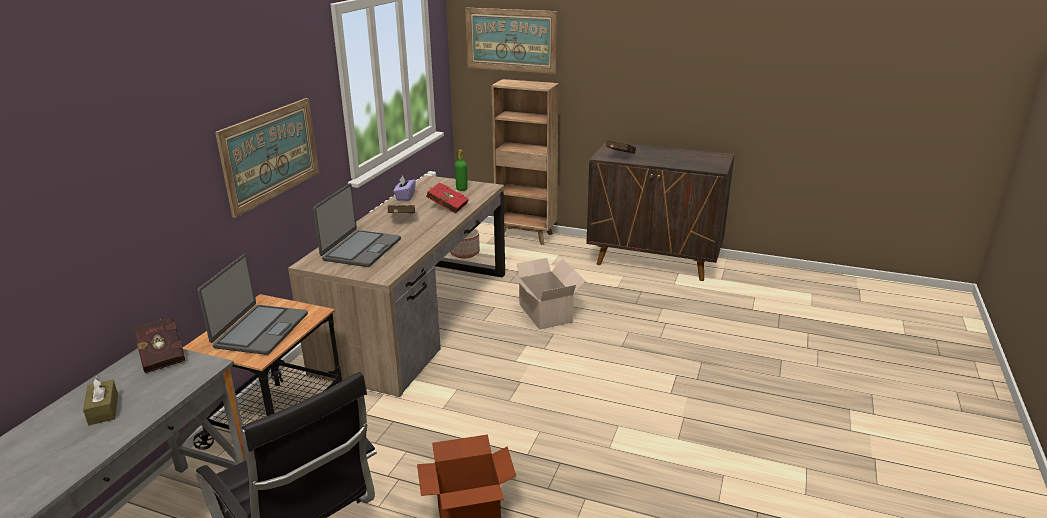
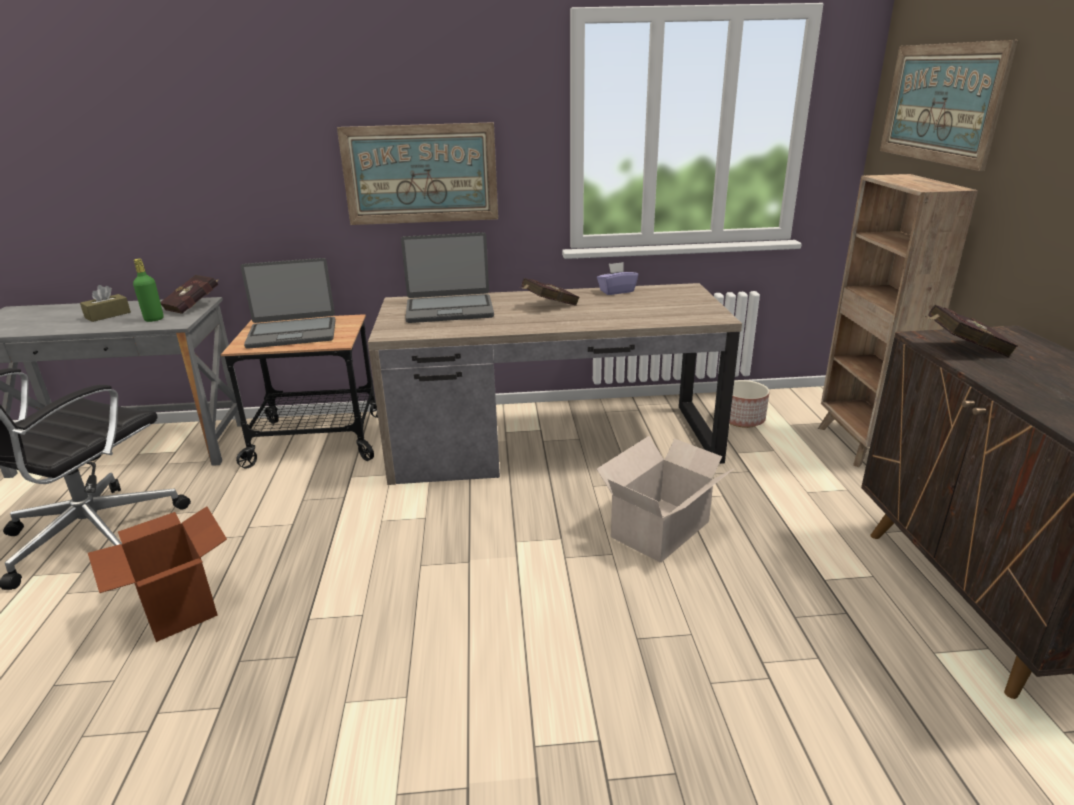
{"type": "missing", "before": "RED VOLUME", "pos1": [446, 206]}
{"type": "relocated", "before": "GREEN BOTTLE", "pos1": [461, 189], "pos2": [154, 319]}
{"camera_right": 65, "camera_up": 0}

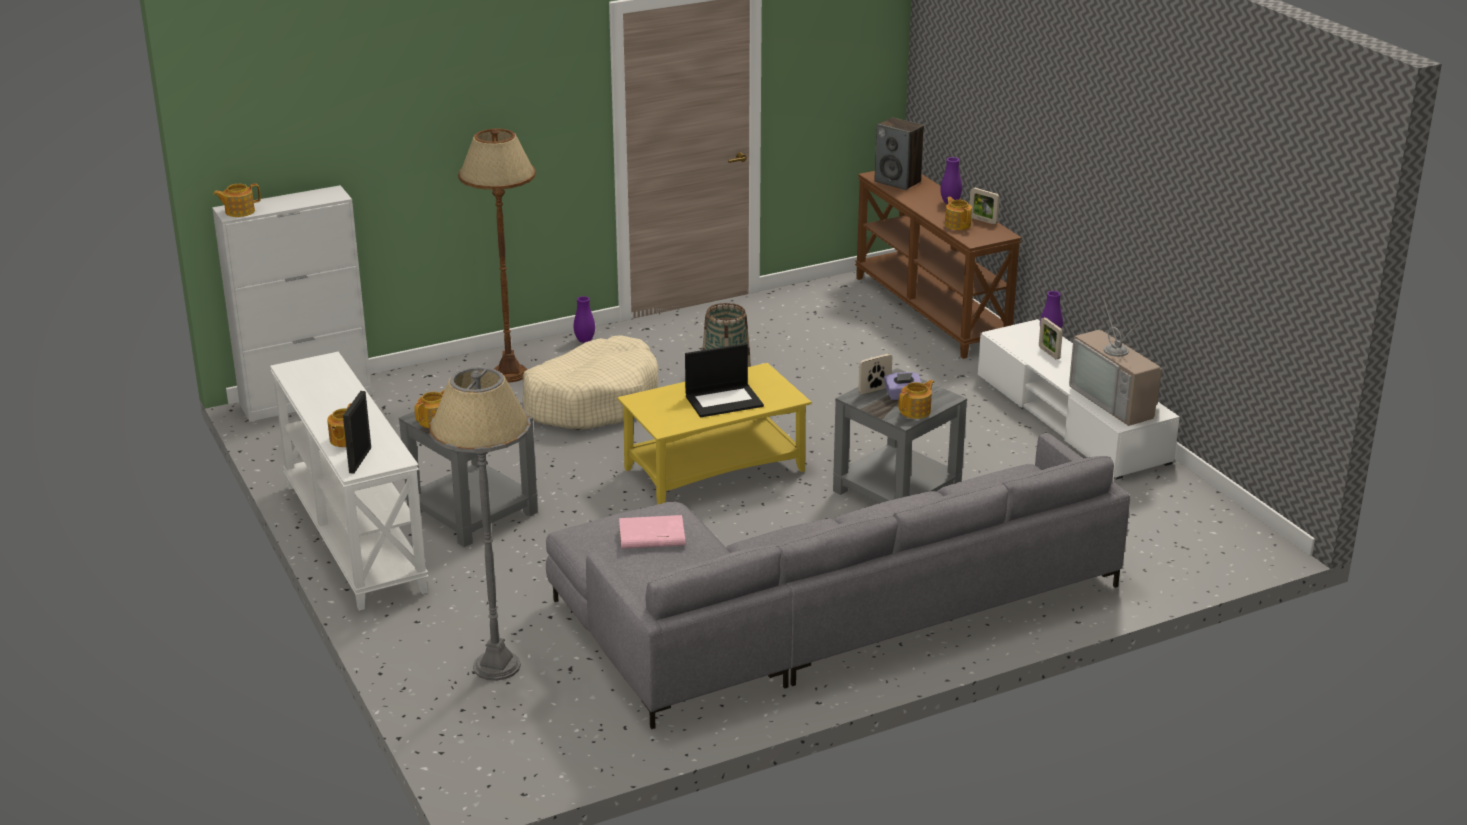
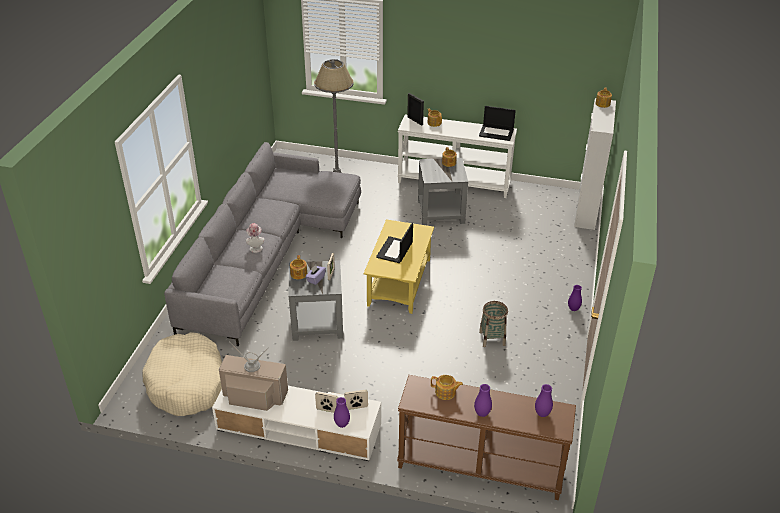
{"type": "missing", "before": "BROWN STANDARD LAMP", "pos1": [509, 373]}
{"type": "relocated", "before": "BEIGE-COLOURED PET BED", "pos1": [592, 400], "pos2": [187, 383]}
{"type": "missing", "before": "PINKISH VOLUME", "pos1": [651, 536]}
{"type": "exchanged", "before": "AUDIO SPEAKER", "after": "PURPLE FLOWER VASE", "pos1": [898, 182], "pos2": [542, 414]}
{"type": "relocated", "before": "PICTURE FRAME", "pos1": [983, 220], "pos2": [356, 407]}
{"type": "appeared", "after": "HAT", "pos2": [255, 247]}
{"type": "appeared", "after": "NOTEBOOK COMPUTER", "pos2": [496, 133]}
{"camera_right": 130, "camera_up": 10}

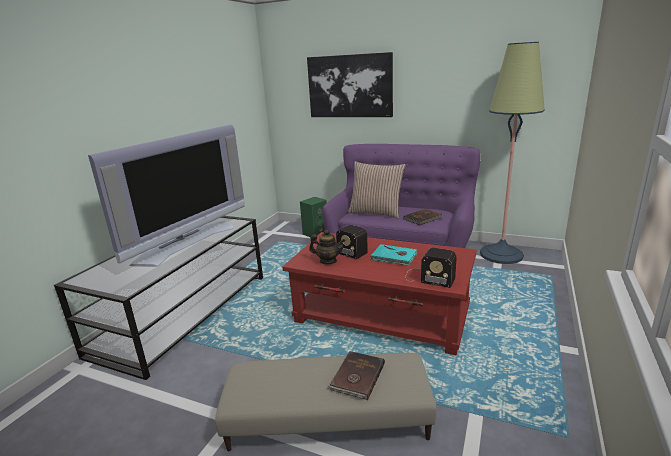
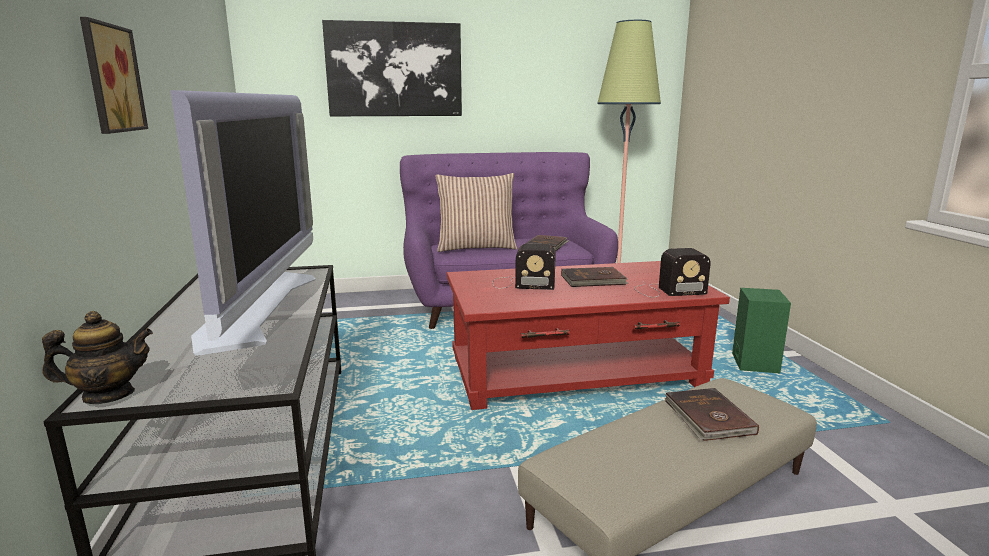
{"type": "relocated", "before": "GREEN AUDIO SPEAKER", "pos1": [315, 233], "pos2": [753, 363]}
{"type": "relocated", "before": "TEA POT", "pos1": [328, 261], "pos2": [108, 395]}
{"type": "colour", "before": "BLUE-GREEN VOLUME", "after": "BROWN VOLUME", "pos1": [394, 257], "pos2": [593, 280]}
{"type": "appeared", "after": "PICTURE", "pos2": [109, 78]}
{"camera_right": -35, "camera_up": -5}

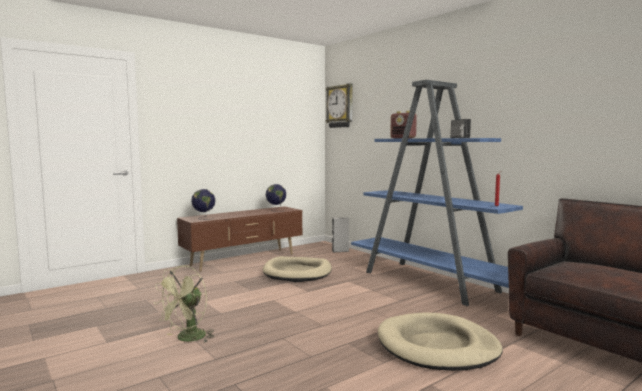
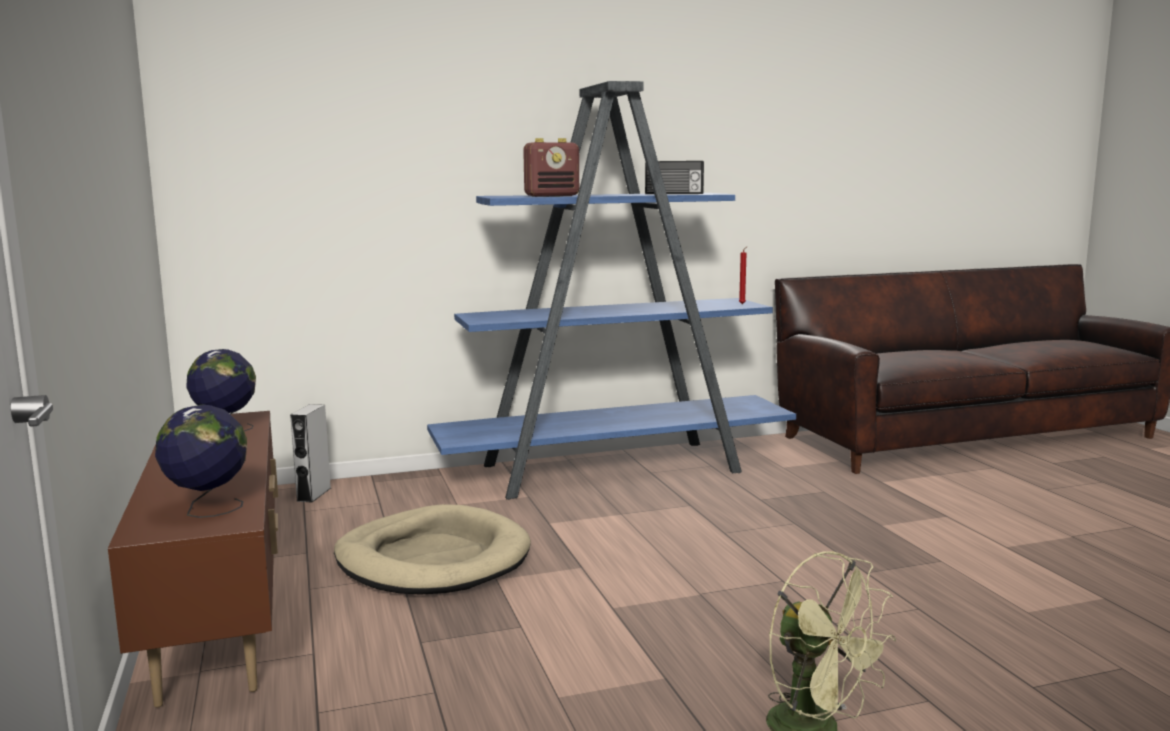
{"type": "missing", "before": "CLOCK ON THE WALL", "pos1": [340, 106]}
{"type": "missing", "before": "BEIGE-COLOURED PET BED", "pos1": [437, 346]}
{"camera_right": -70, "camera_up": 5}

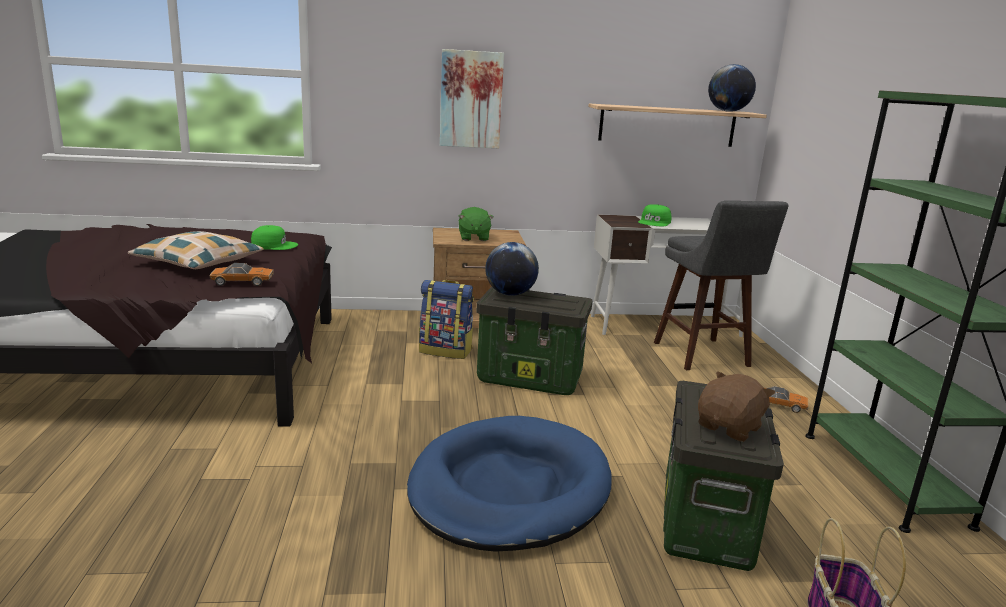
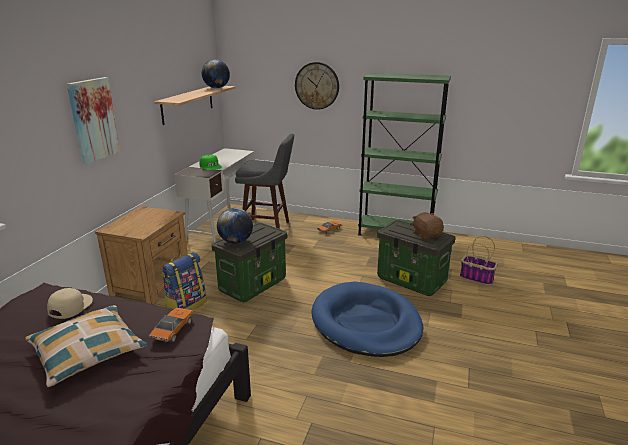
{"type": "colour", "before": "GREEN PEAKED CAP", "after": "BEIGE-COLOURED PEAKED CAP", "pos1": [274, 245], "pos2": [70, 306]}
{"type": "missing", "before": "GREEN CUDDLY TOY", "pos1": [473, 238]}
{"type": "appeared", "after": "CLOCK ON THE WALL", "pos2": [317, 86]}
{"camera_right": -65, "camera_up": 5}

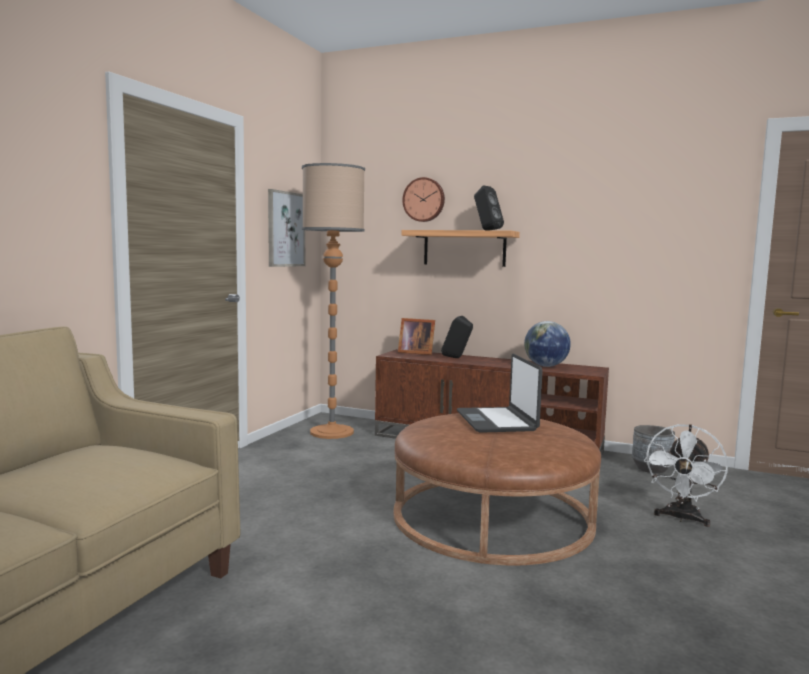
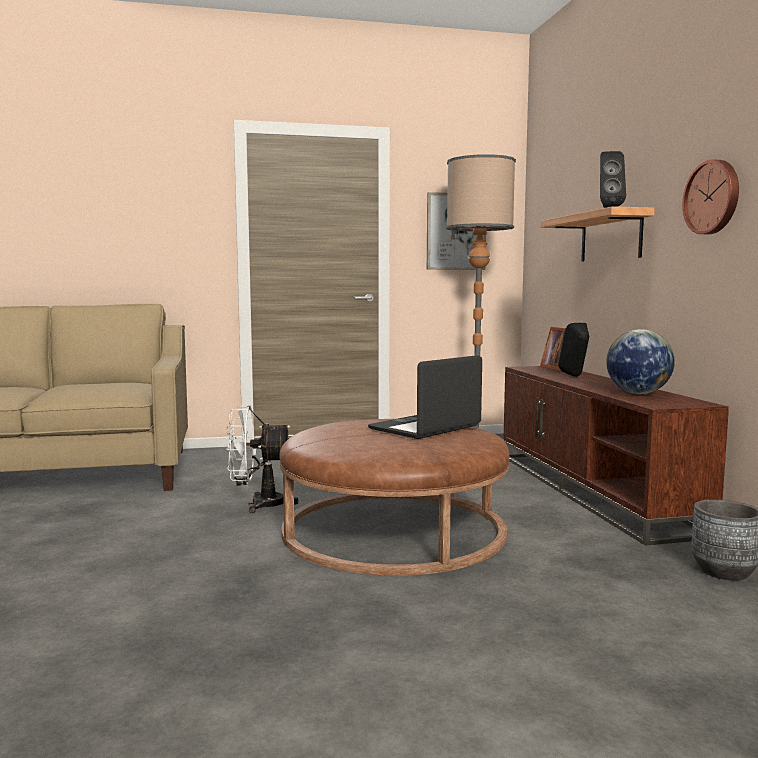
{"type": "relocated", "before": "CLOCK ON THE WALL", "pos1": [424, 200], "pos2": [713, 197]}
{"type": "relocated", "before": "WHITE FAN", "pos1": [681, 518], "pos2": [258, 504]}
{"camera_right": 55, "camera_up": 0}

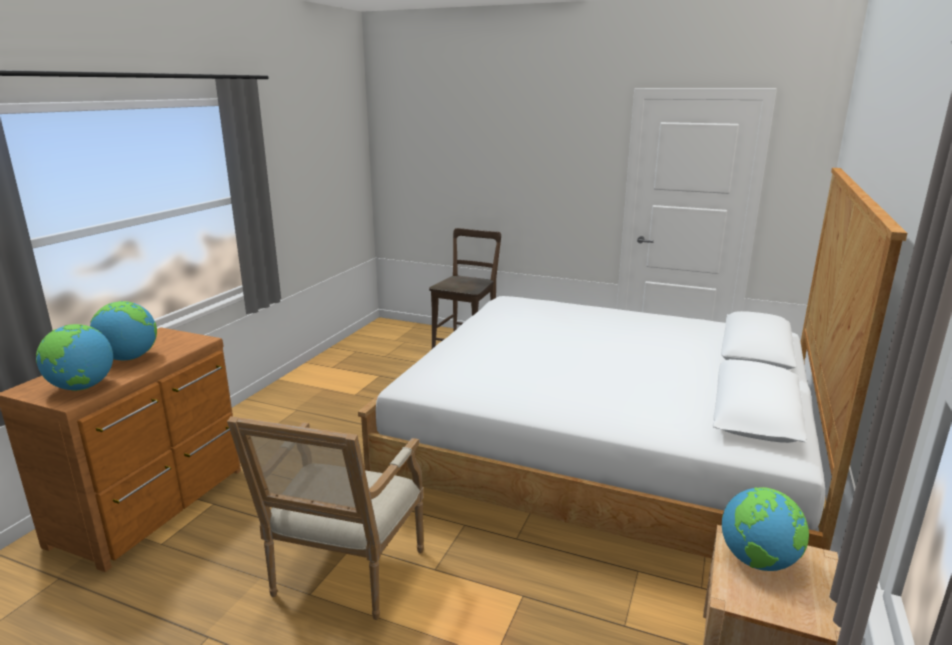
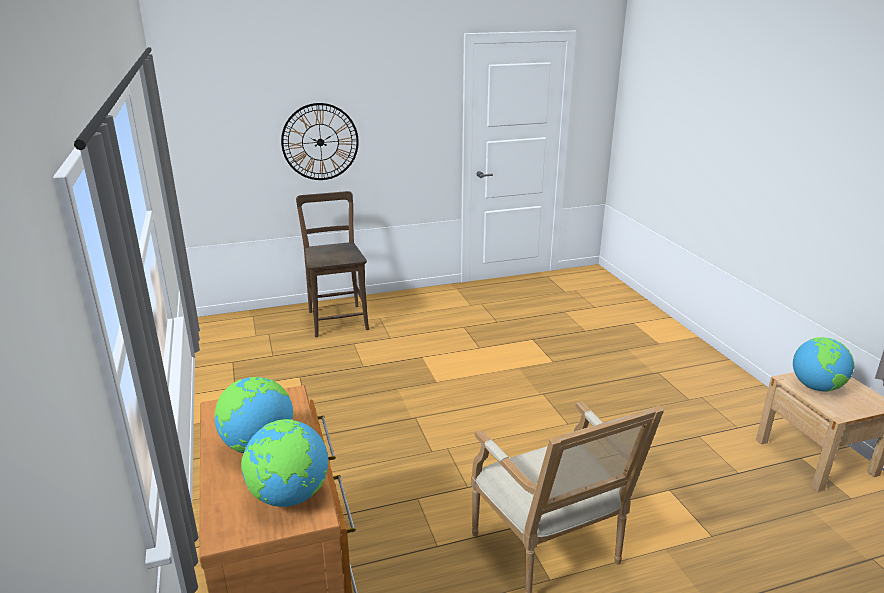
{"type": "missing", "before": "BED", "pos1": [604, 458]}
{"type": "appeared", "after": "CLOCK ON THE WALL", "pos2": [320, 142]}
{"camera_right": -40, "camera_up": 5}

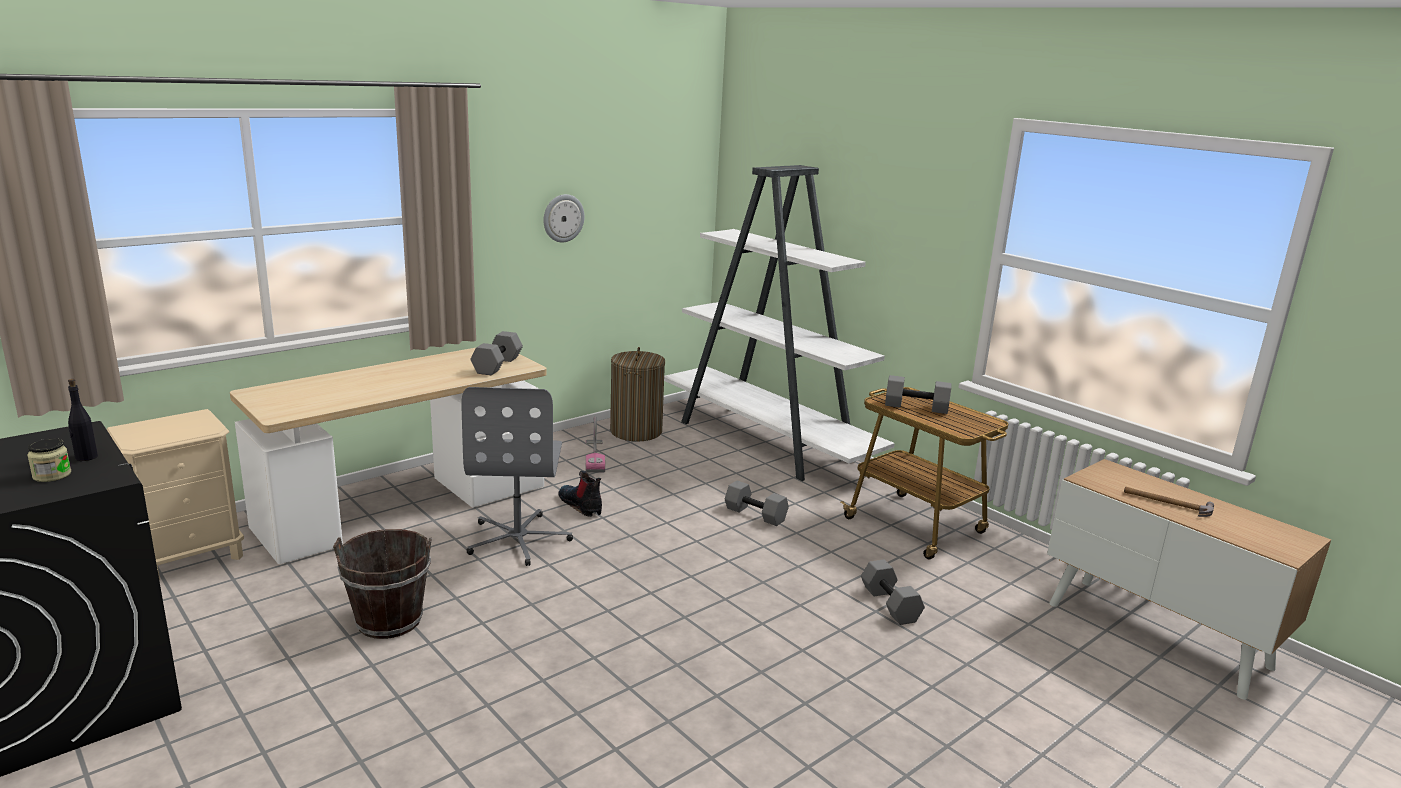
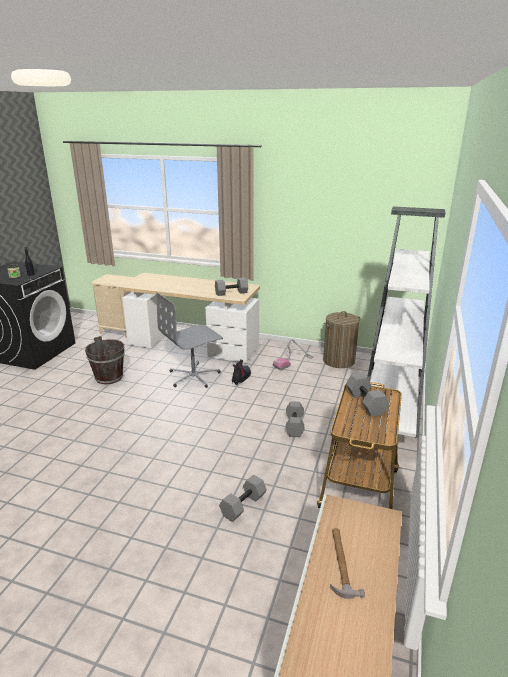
{"type": "missing", "before": "CLOCK ON THE WALL", "pos1": [563, 218]}
{"camera_right": 60, "camera_up": 5}

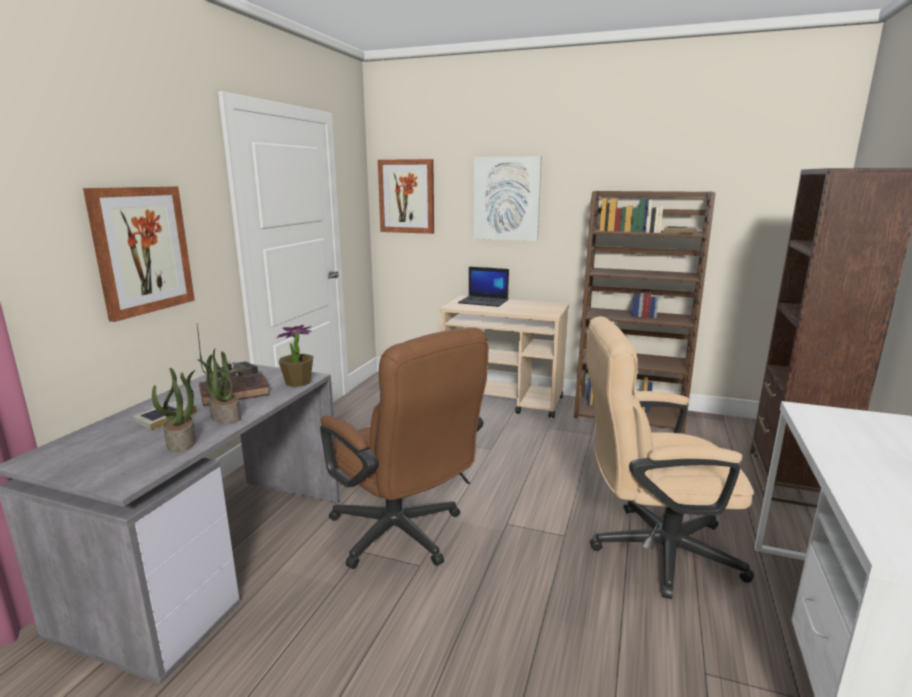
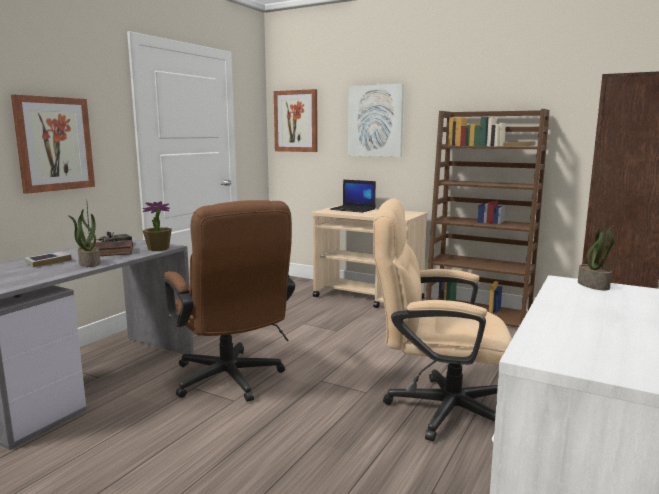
{"type": "relocated", "before": "POTTED PLANT", "pos1": [182, 442], "pos2": [594, 285]}
{"camera_right": 10, "camera_up": -5}

